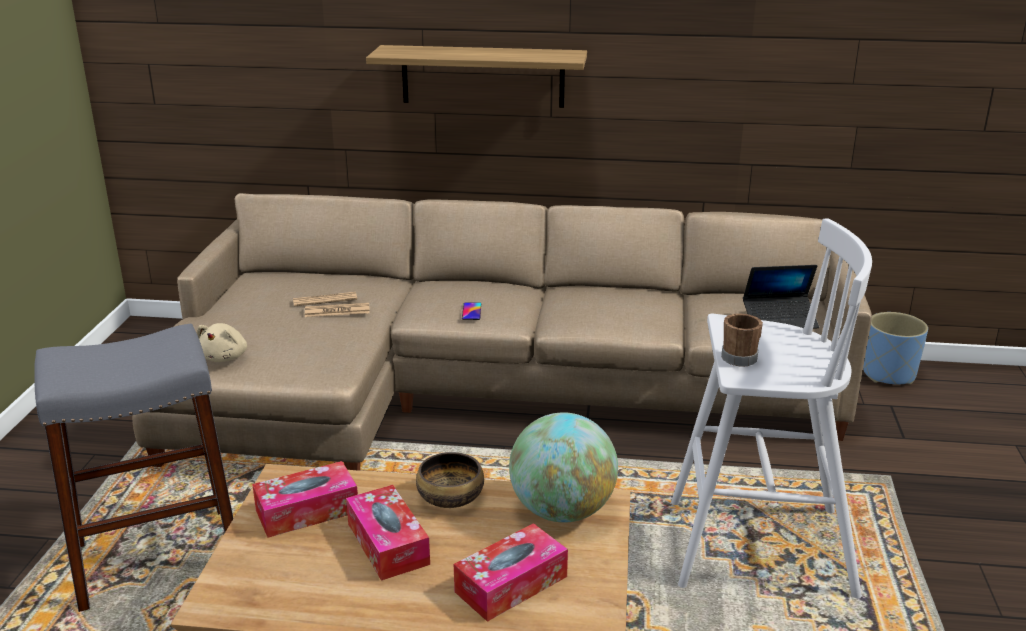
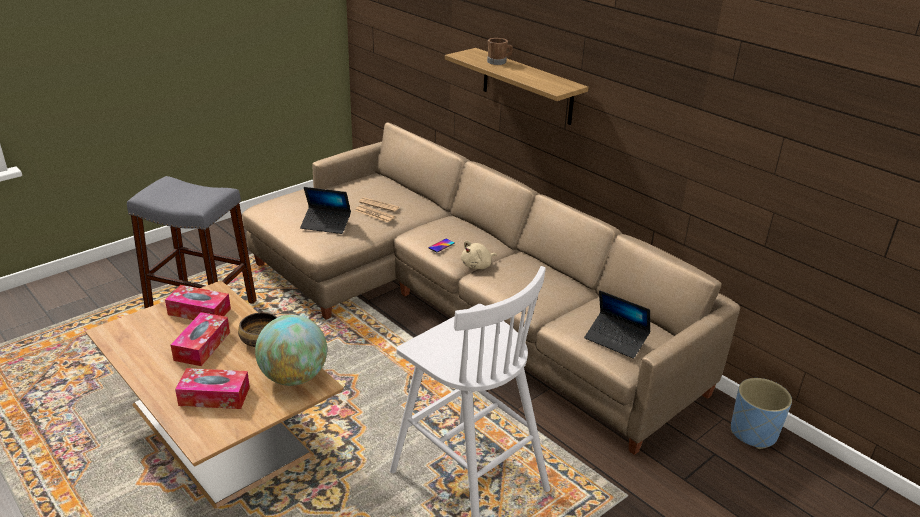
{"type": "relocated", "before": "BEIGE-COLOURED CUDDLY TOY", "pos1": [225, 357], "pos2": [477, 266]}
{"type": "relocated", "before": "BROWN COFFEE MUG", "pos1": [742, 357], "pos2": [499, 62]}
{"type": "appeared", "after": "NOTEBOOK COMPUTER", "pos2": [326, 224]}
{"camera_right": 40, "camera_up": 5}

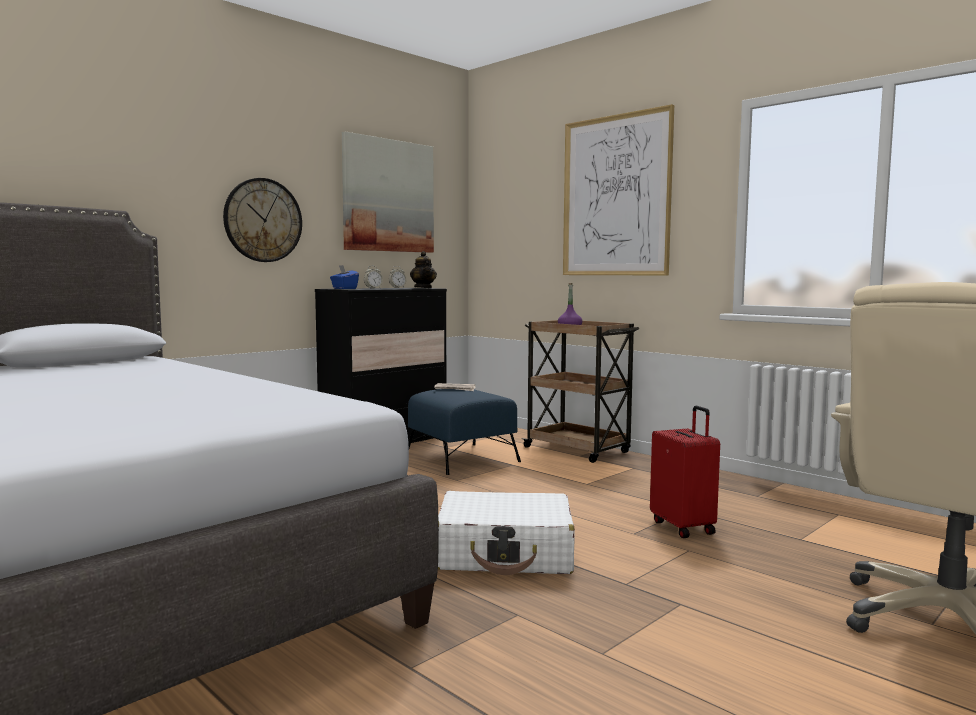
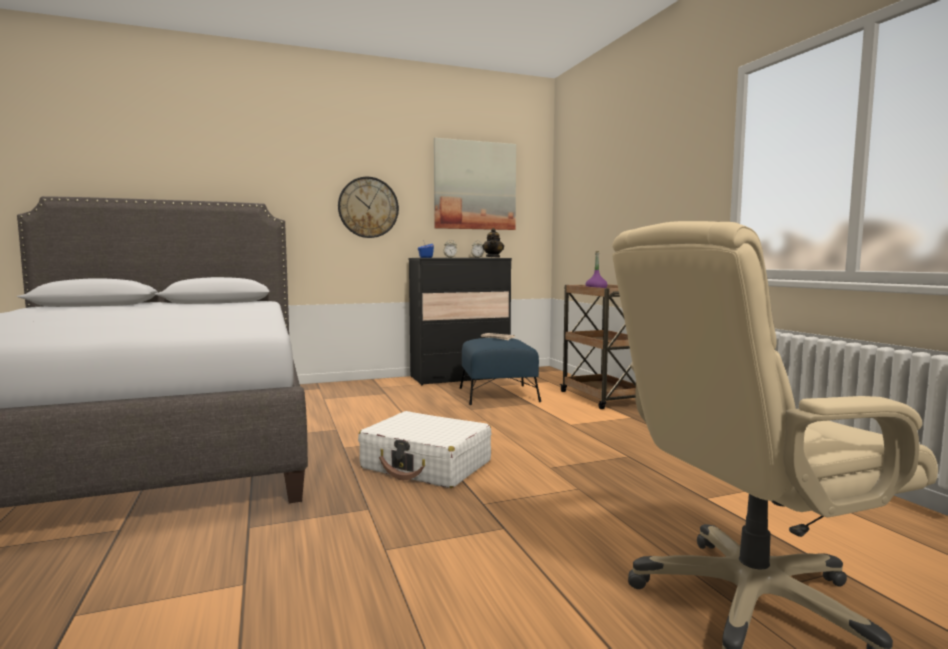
{"type": "missing", "before": "PICTURE", "pos1": [616, 196]}
{"type": "missing", "before": "RED TRAVEL CASE", "pos1": [684, 527]}
{"camera_right": 25, "camera_up": 0}

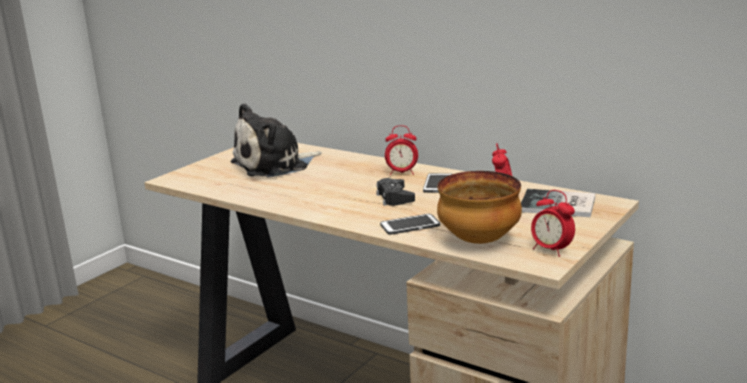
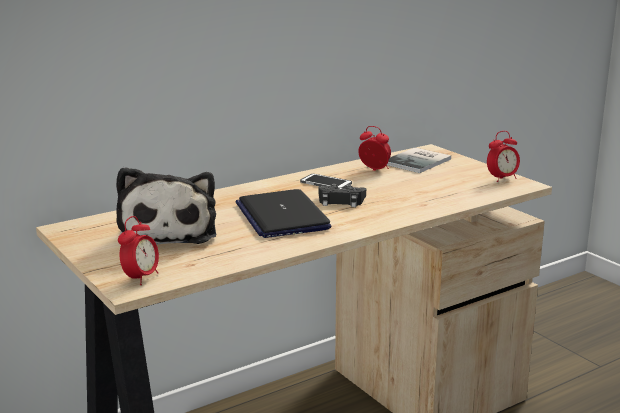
{"type": "missing", "before": "TELEPHONE", "pos1": [410, 225]}
{"type": "relocated", "before": "BEDSIDE CLOCK", "pos1": [402, 173], "pos2": [141, 278]}
{"type": "missing", "before": "BOWL", "pos1": [478, 240]}
{"type": "appeared", "after": "NOTEBOOK COMPUTER", "pos2": [281, 216]}
{"camera_right": -70, "camera_up": 0}

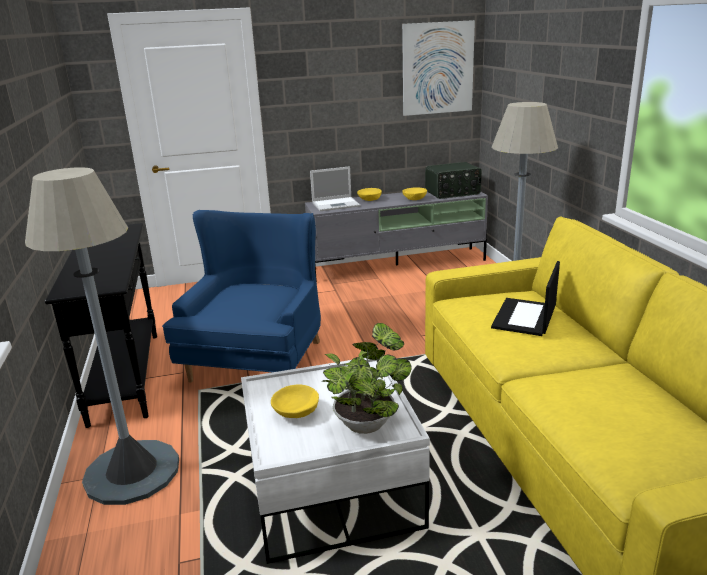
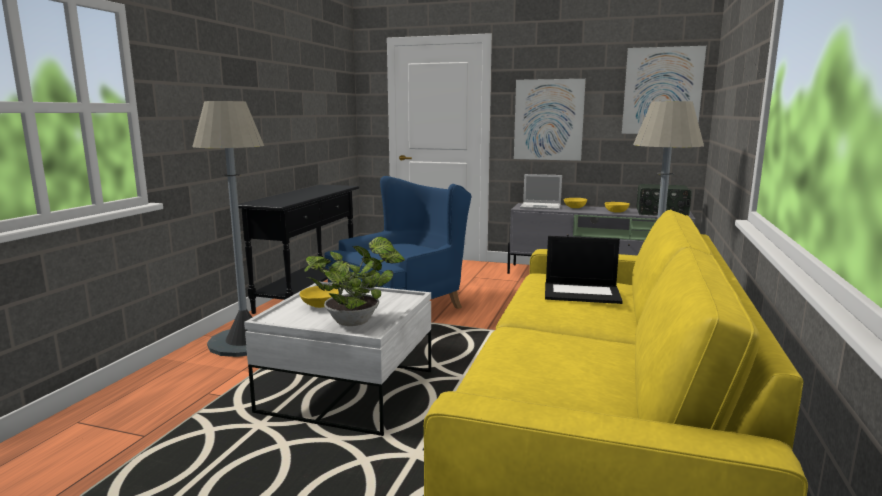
{"type": "spun", "before": "NOTEBOOK COMPUTER", "pos1": [525, 317], "pos2": [582, 293], "turn": -135}
{"type": "appeared", "after": "PICTURE", "pos2": [548, 120]}
{"camera_right": 30, "camera_up": -10}

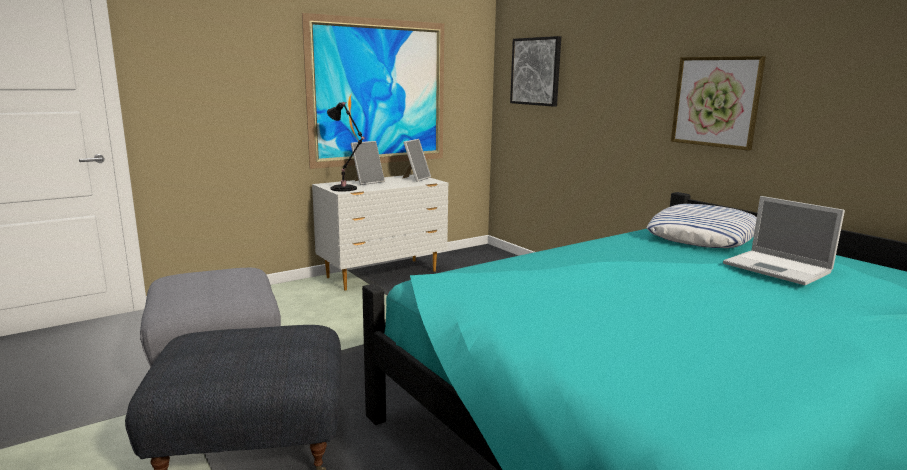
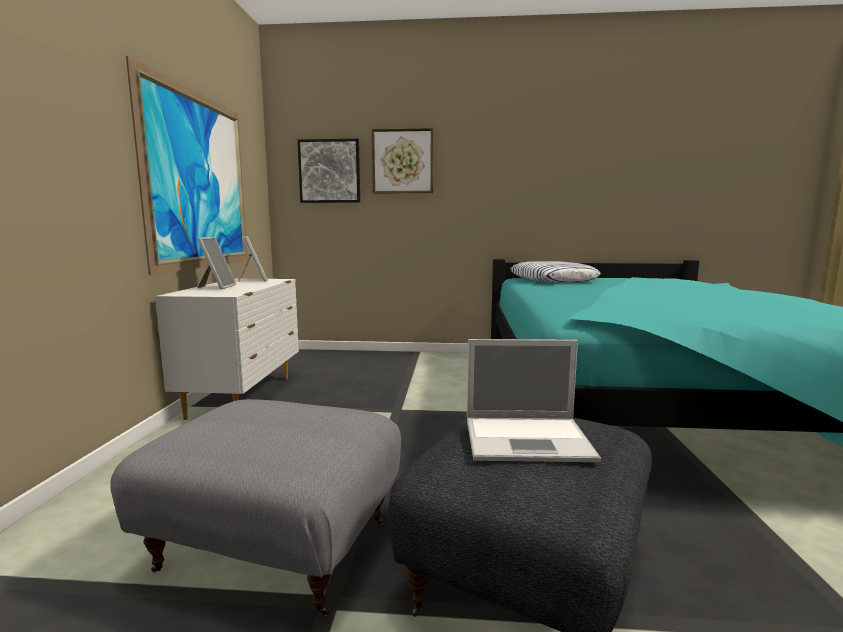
{"type": "missing", "before": "BLACK TABLETOP LAMP", "pos1": [345, 189]}
{"type": "relocated", "before": "PICTURE", "pos1": [716, 102], "pos2": [402, 161]}
{"type": "relocated", "before": "NOTEBOOK COMPUTER", "pos1": [778, 268], "pos2": [529, 439]}
{"camera_right": -50, "camera_up": -5}

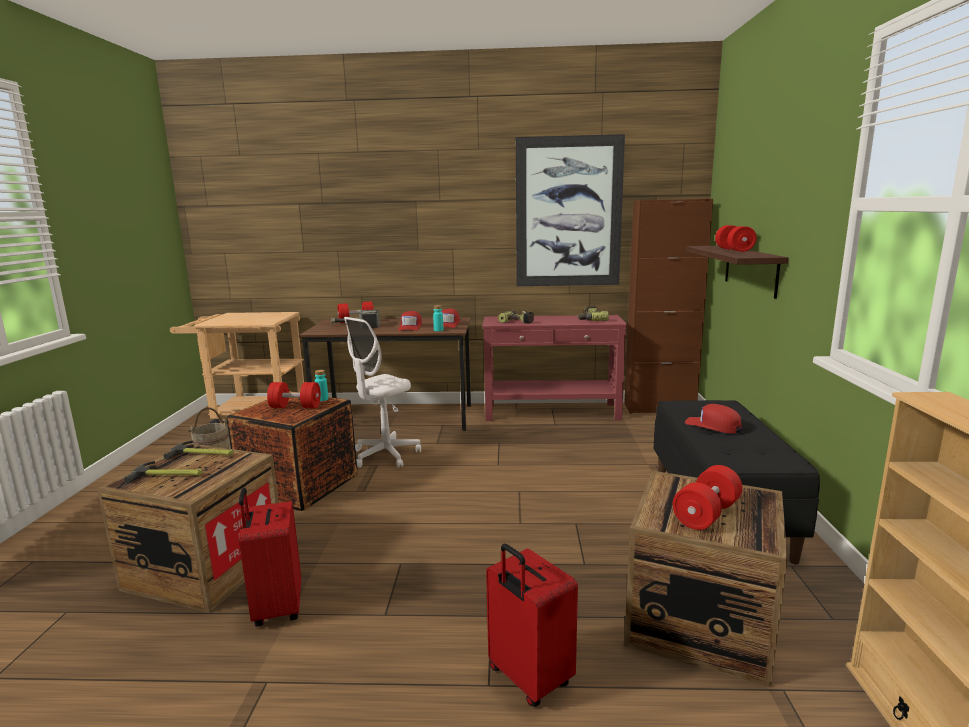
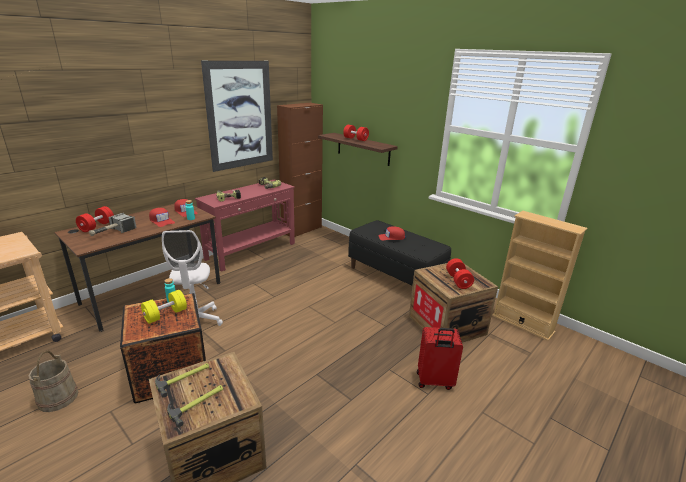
{"type": "missing", "before": "RED TRAVEL CASE", "pos1": [276, 608]}
{"type": "colour", "before": "RED HAND WEIGHT", "after": "YELLOWISH HAND WEIGHT", "pos1": [295, 407], "pos2": [165, 315]}
{"camera_right": -50, "camera_up": 10}

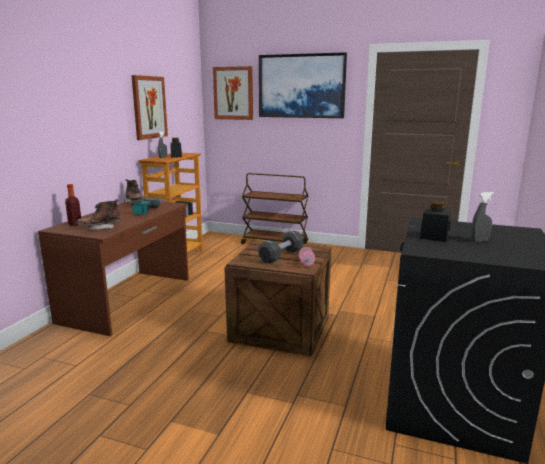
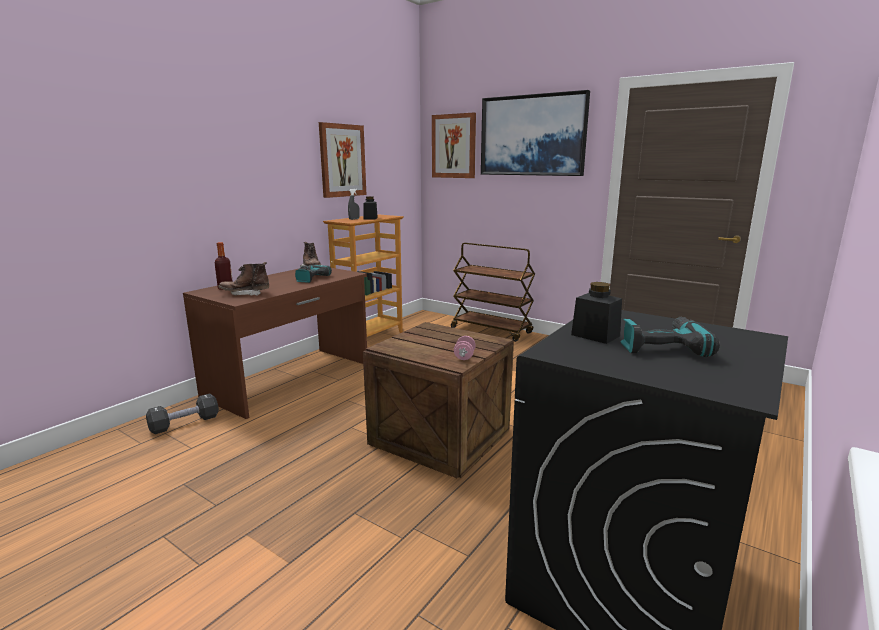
{"type": "relocated", "before": "BLACK HAND WEIGHT", "pos1": [281, 255], "pos2": [185, 423]}
{"type": "exchanged", "before": "GREYISH HAND SPRAYER", "after": "POWER DRILL", "pos1": [479, 241], "pos2": [662, 346]}
{"camera_right": 15, "camera_up": 0}

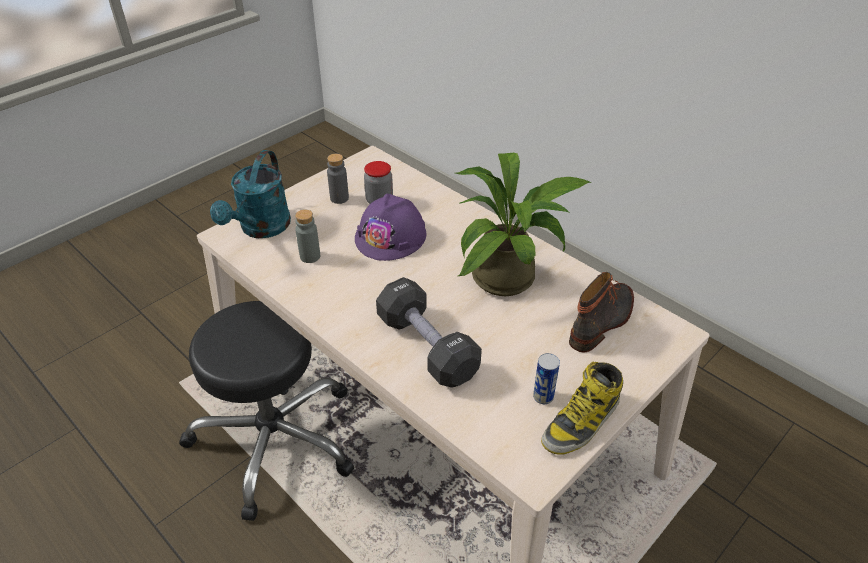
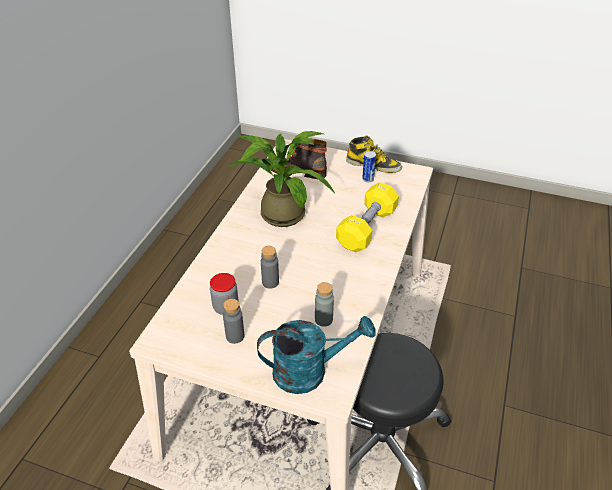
{"type": "exchanged", "before": "PURPLE HARD HAT", "after": "GREYISH BOTTLE", "pos1": [391, 236], "pos2": [270, 282]}
{"type": "colour", "before": "BLACK HAND WEIGHT", "after": "YELLOWISH HAND WEIGHT", "pos1": [427, 347], "pos2": [367, 228]}
{"camera_right": -115, "camera_up": 0}

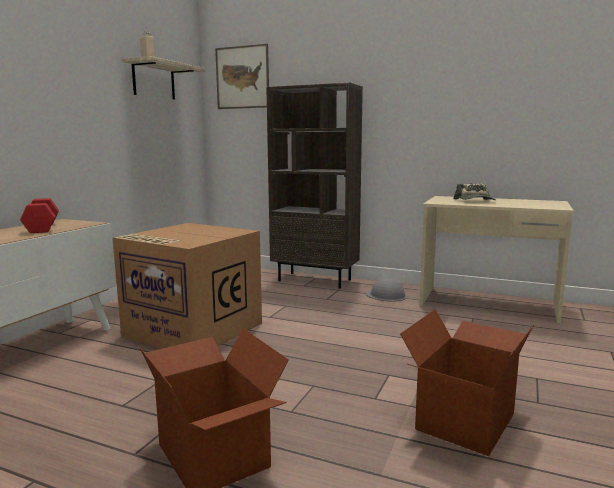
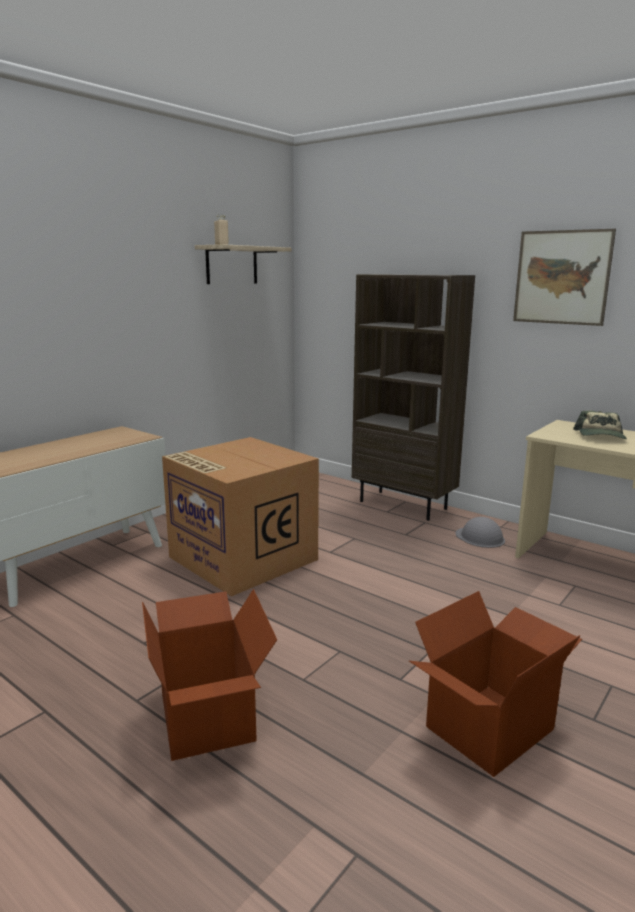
{"type": "missing", "before": "RED HAND WEIGHT", "pos1": [43, 228]}
{"type": "relocated", "before": "PICTURE", "pos1": [242, 77], "pos2": [562, 277]}
{"camera_right": 15, "camera_up": 5}

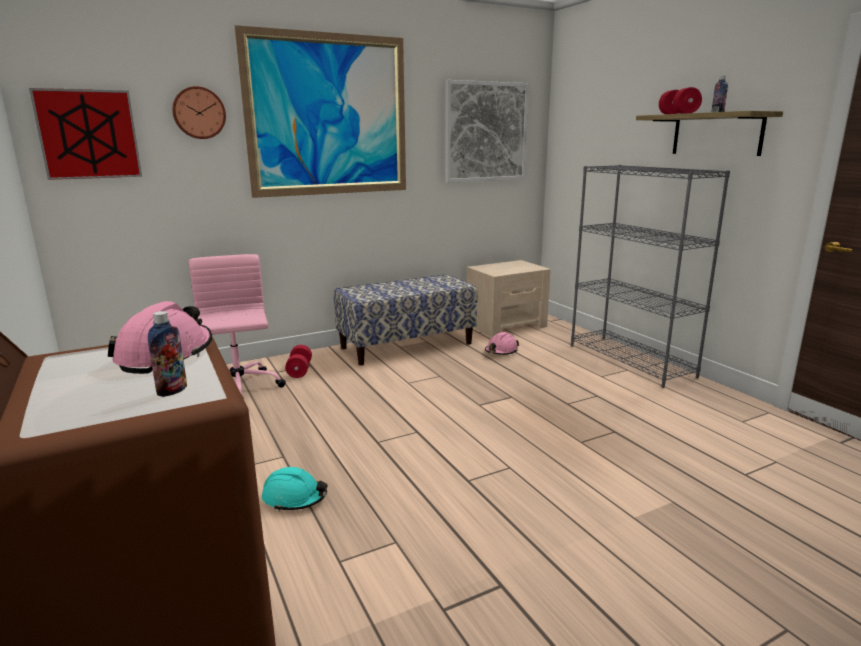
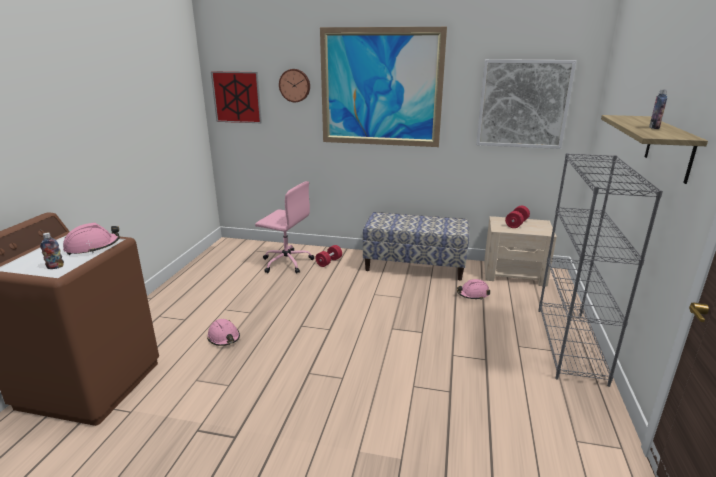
{"type": "spun", "before": "PINKISH OFFICE CHAIR", "pos1": [239, 388], "pos2": [286, 262], "turn": 90}
{"type": "colour", "before": "BLUE-GREEN HARD HAT", "after": "PINKISH HARD HAT", "pos1": [294, 498], "pos2": [224, 338]}
{"type": "relocated", "before": "RED HAND WEIGHT", "pos1": [678, 114], "pos2": [516, 224]}
{"camera_right": 40, "camera_up": 5}

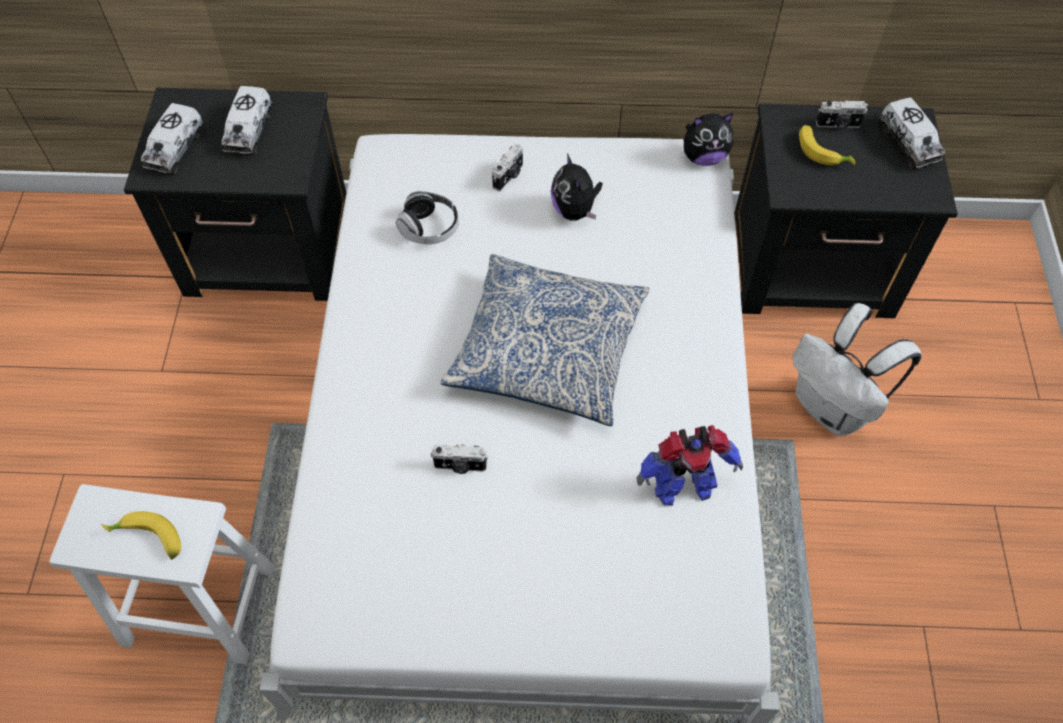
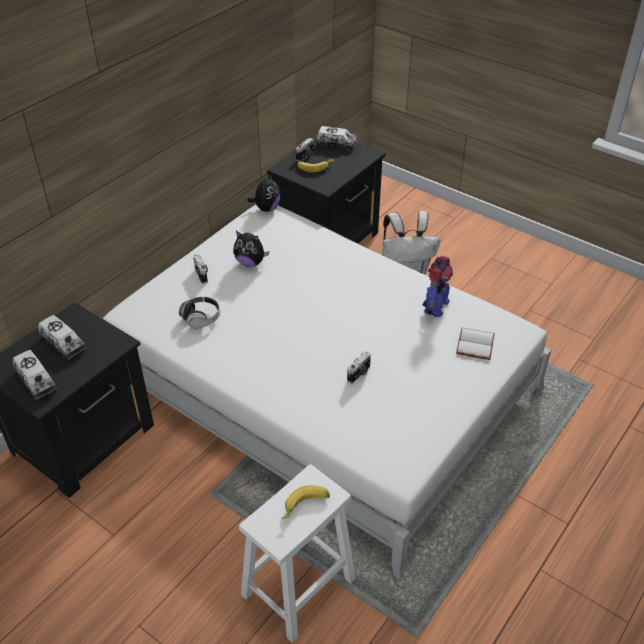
{"type": "missing", "before": "THROW PILLOW", "pos1": [547, 349]}
{"type": "appeared", "after": "WHITE VOLUME", "pos2": [476, 345]}
{"camera_right": -55, "camera_up": -15}

